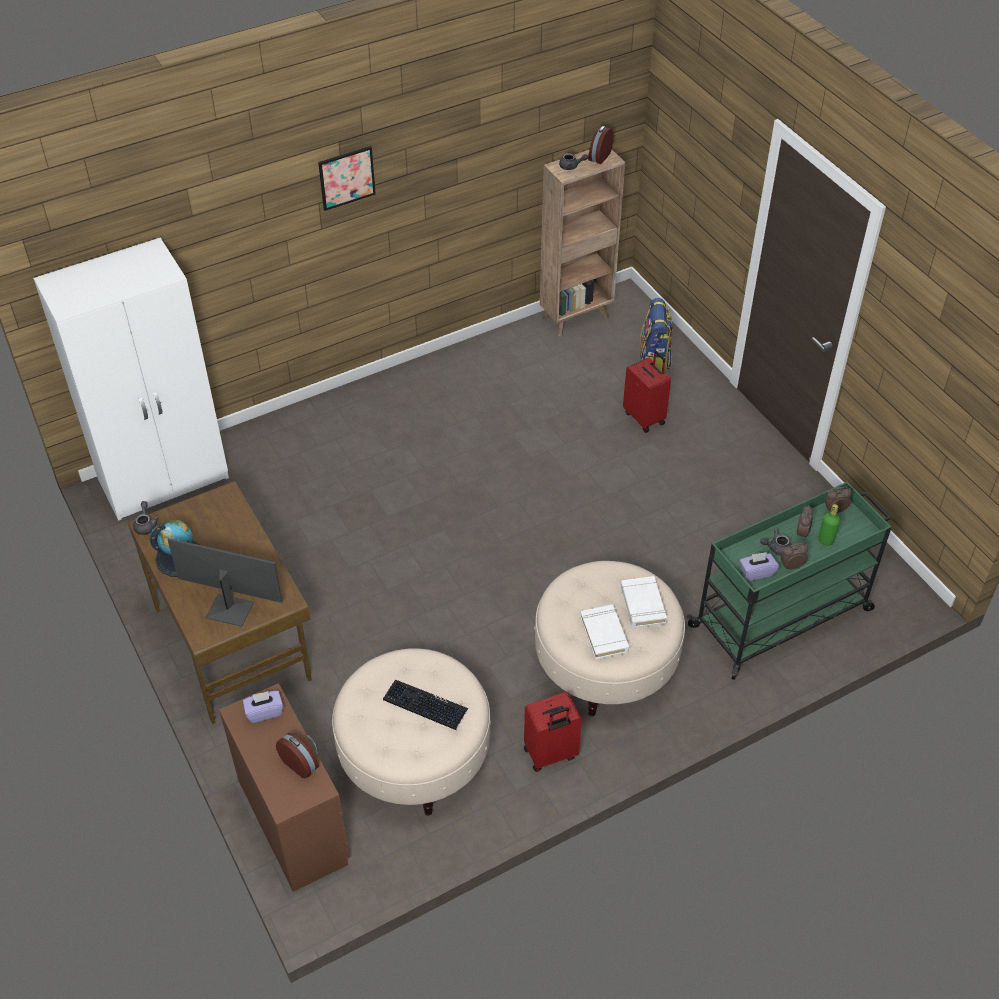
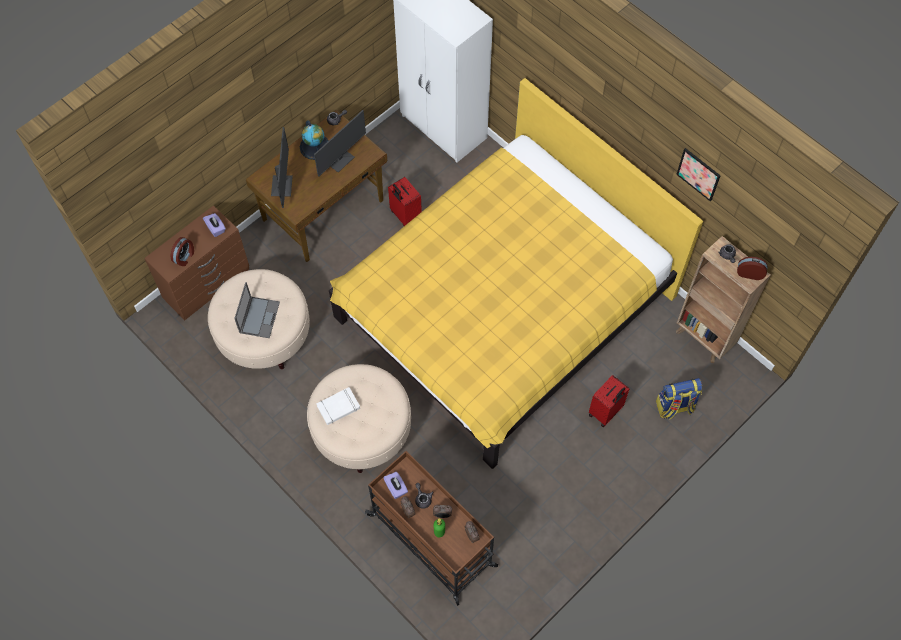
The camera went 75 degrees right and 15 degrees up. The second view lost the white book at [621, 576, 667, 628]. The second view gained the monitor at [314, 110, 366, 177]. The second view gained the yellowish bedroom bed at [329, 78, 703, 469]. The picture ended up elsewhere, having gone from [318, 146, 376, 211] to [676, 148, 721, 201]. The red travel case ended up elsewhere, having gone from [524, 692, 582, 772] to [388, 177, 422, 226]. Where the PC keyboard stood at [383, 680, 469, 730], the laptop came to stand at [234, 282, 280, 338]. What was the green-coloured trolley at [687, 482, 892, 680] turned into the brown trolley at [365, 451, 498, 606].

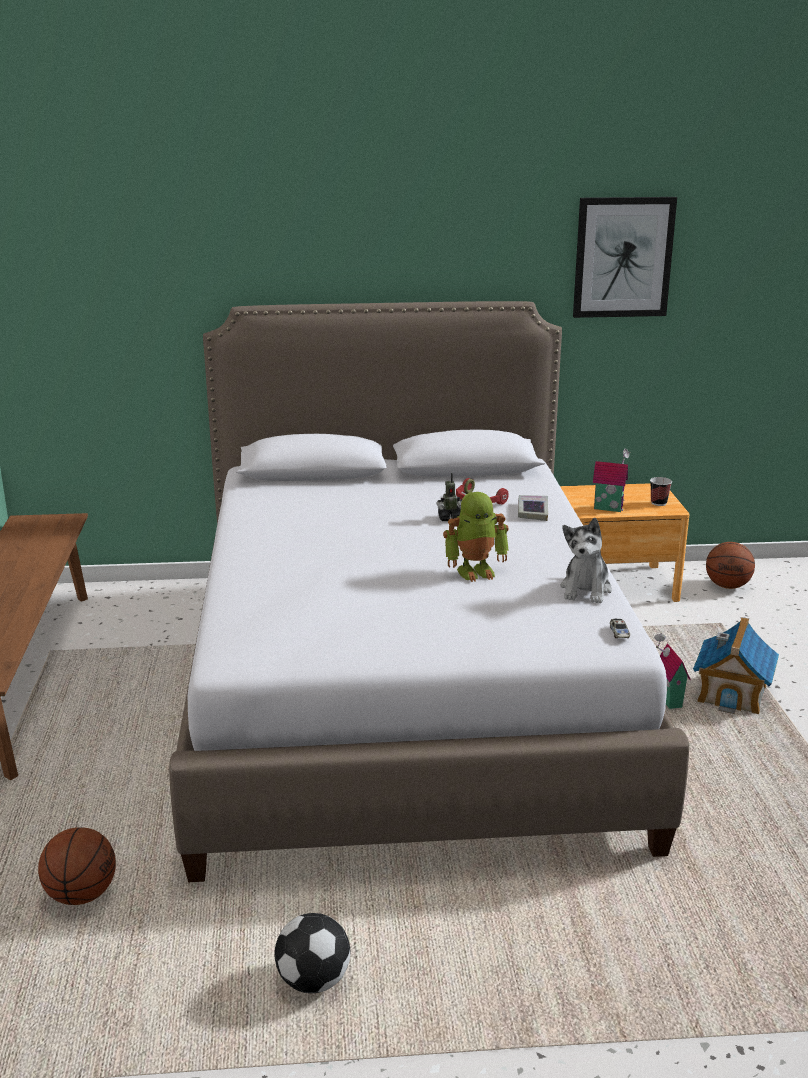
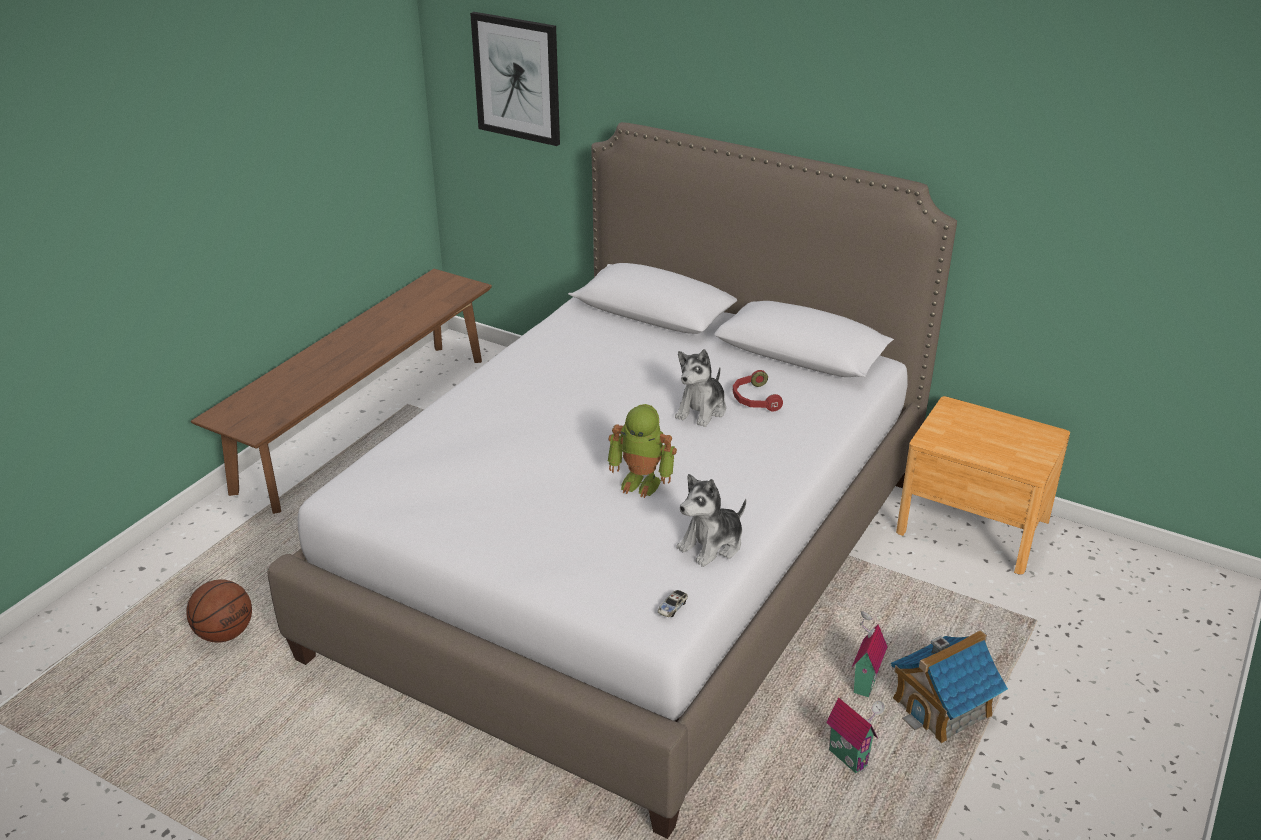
The camera went 35 degrees right and 10 degrees up. The second view lost the football at [274, 913, 350, 993]. The second view lost the book at [518, 495, 548, 521]. The second view lost the small cup at [650, 477, 672, 506]. The second view lost the basketball at [706, 542, 755, 589]. The picture ended up elsewhere, having gone from [573, 197, 677, 318] to [470, 12, 560, 146]. The model house ended up elsewhere, having gone from [593, 449, 631, 512] to [826, 697, 885, 773]. Where the toy robot stood at [437, 473, 462, 521], the plush toy came to stand at [675, 349, 726, 427].

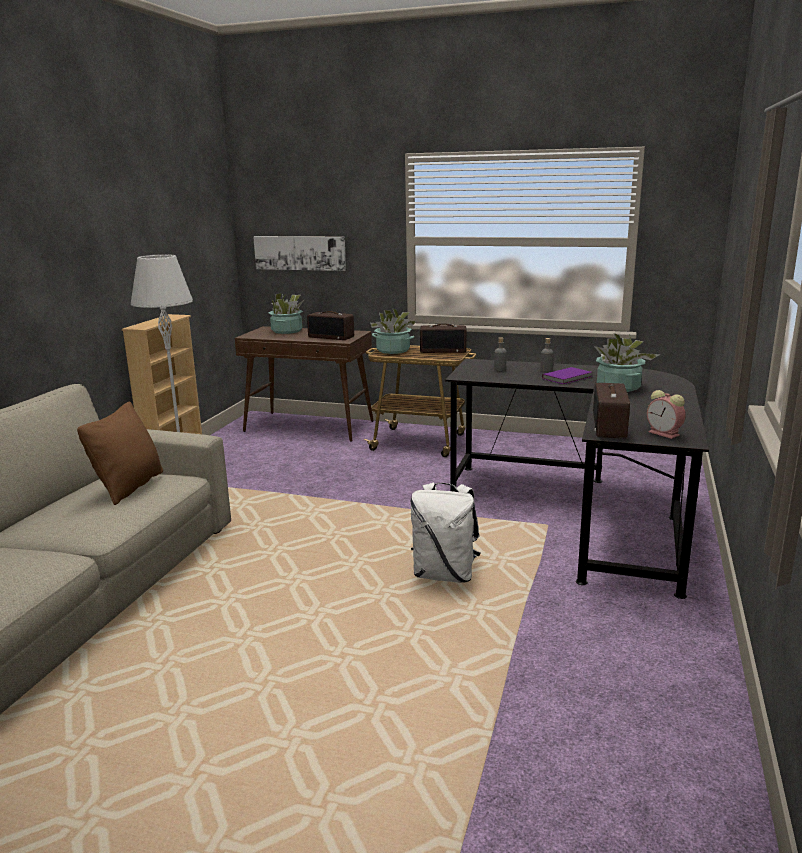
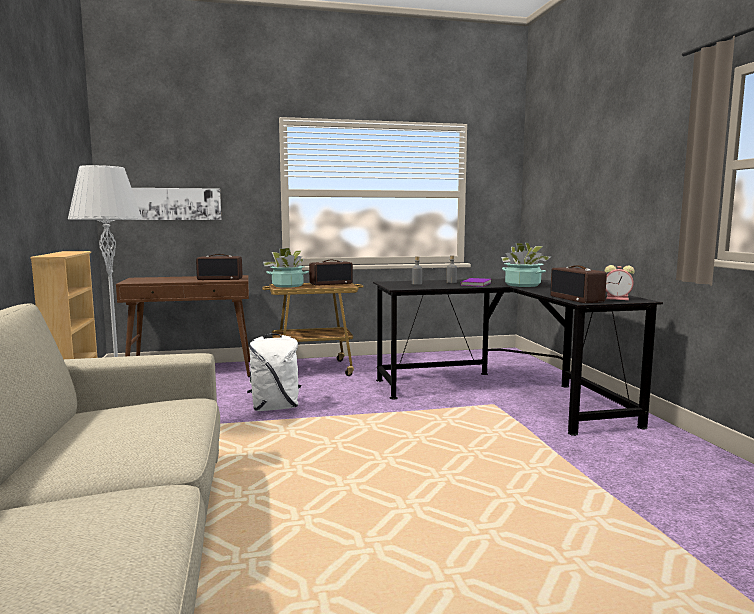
The camera went 30 degrees left and 10 degrees down. The second view lost the brown pillow at [77, 402, 163, 505]. The second view lost the potted plant at [269, 293, 305, 334]. The white rucksack ended up elsewhere, having gone from [410, 482, 480, 583] to [247, 333, 301, 411].

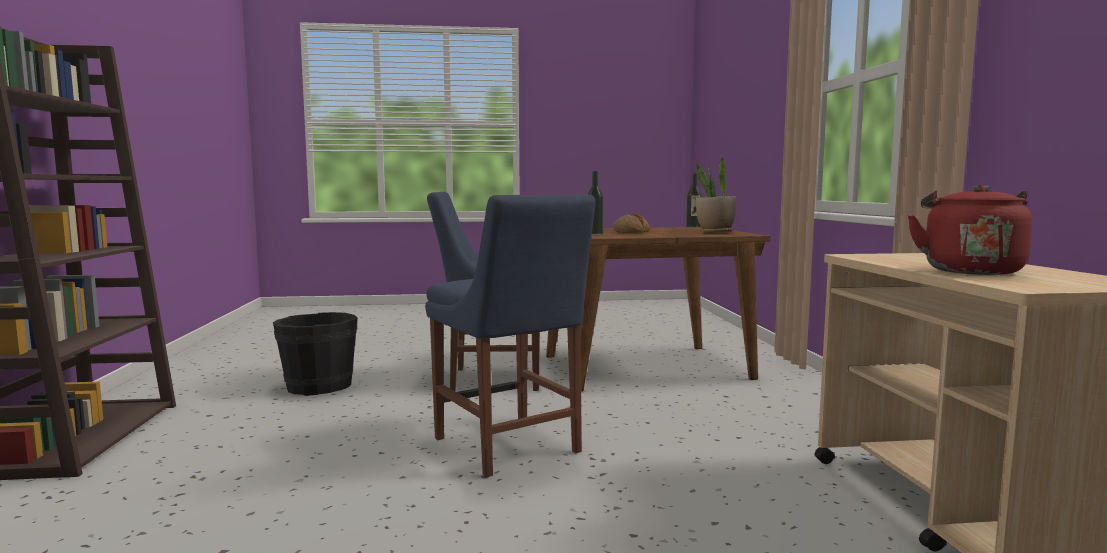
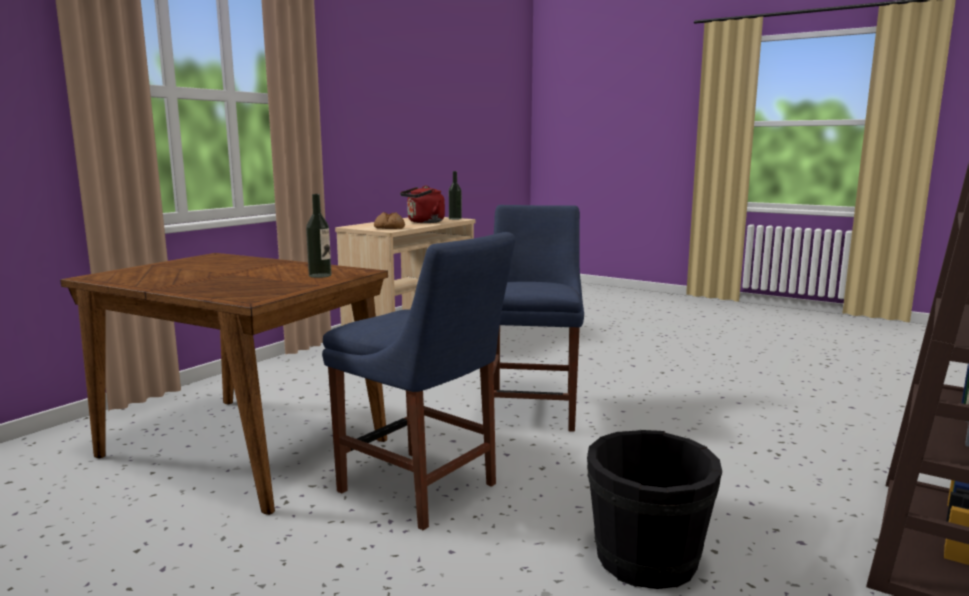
The camera went 140 degrees left and 5 degrees up. The second view lost the potted plant at [696, 157, 736, 233]. The bakery bread ended up elsewhere, having gone from [613, 214, 650, 233] to [374, 212, 405, 229]. The drink bottle ended up elsewhere, having gone from [686, 173, 702, 228] to [449, 171, 462, 220].

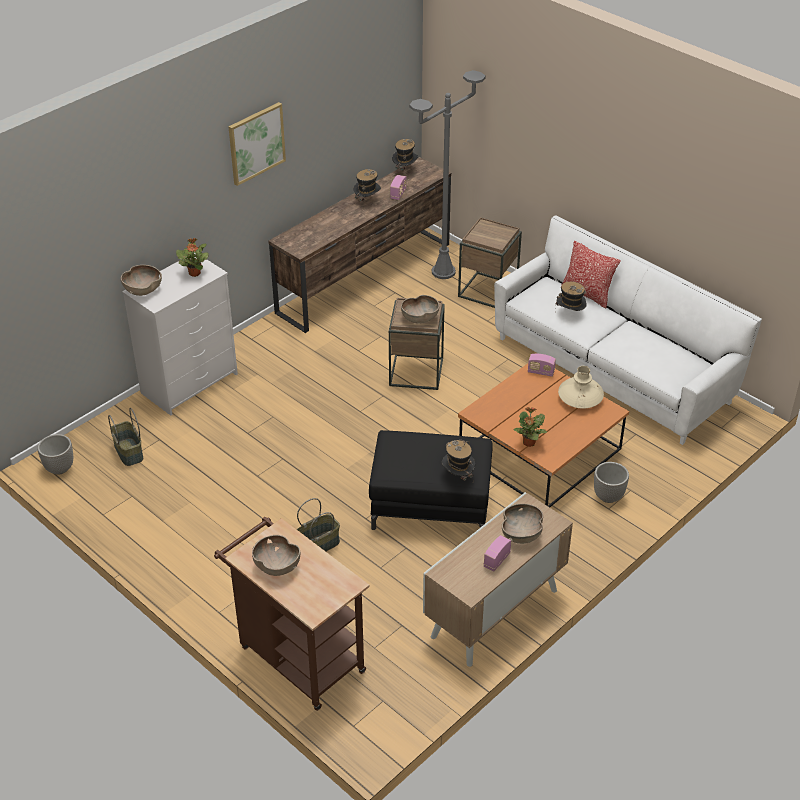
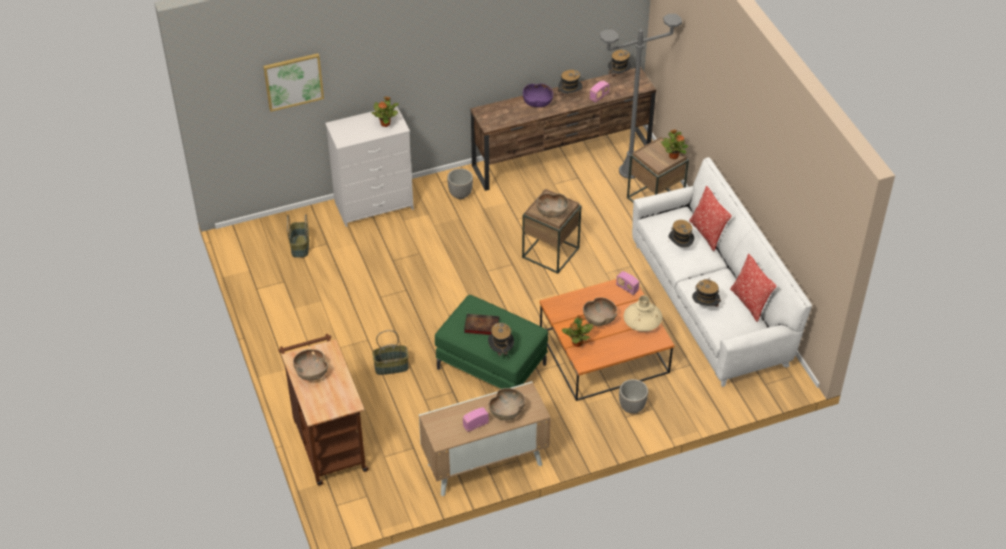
The camera went 25 degrees right and 5 degrees up. The second view gained the book at [464, 314, 499, 335]. The second view gained the purple-coloured bowl at [523, 83, 553, 107]. The second view gained the potted plant at [661, 129, 688, 159]. The second view gained the clothing hat at [692, 278, 721, 307]. The second view gained the pillow at [730, 254, 777, 322]. The plant pot ended up elsewhere, having gone from [37, 434, 73, 475] to [447, 168, 473, 199]. The brown bowl ended up elsewhere, having gone from [121, 265, 162, 296] to [583, 297, 617, 326]. The picture ended up elsewhere, having gone from [228, 102, 286, 186] to [263, 53, 324, 112]. What was the blackish ottoman at [369, 430, 493, 530] turned into the green-coloured ottoman at [435, 295, 548, 389].

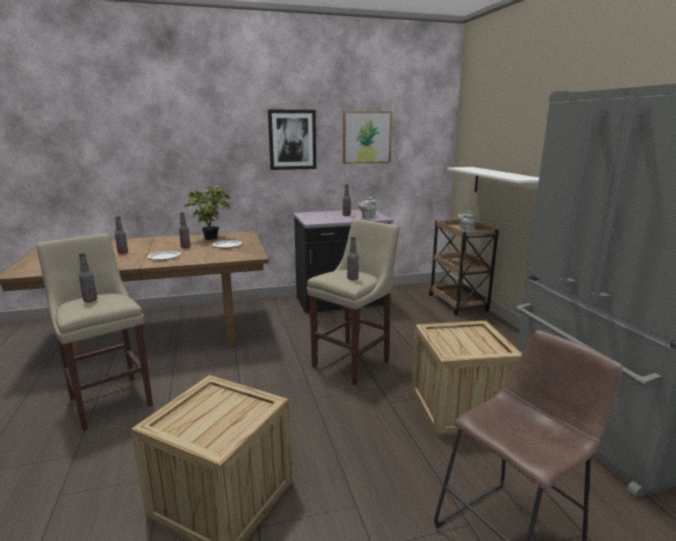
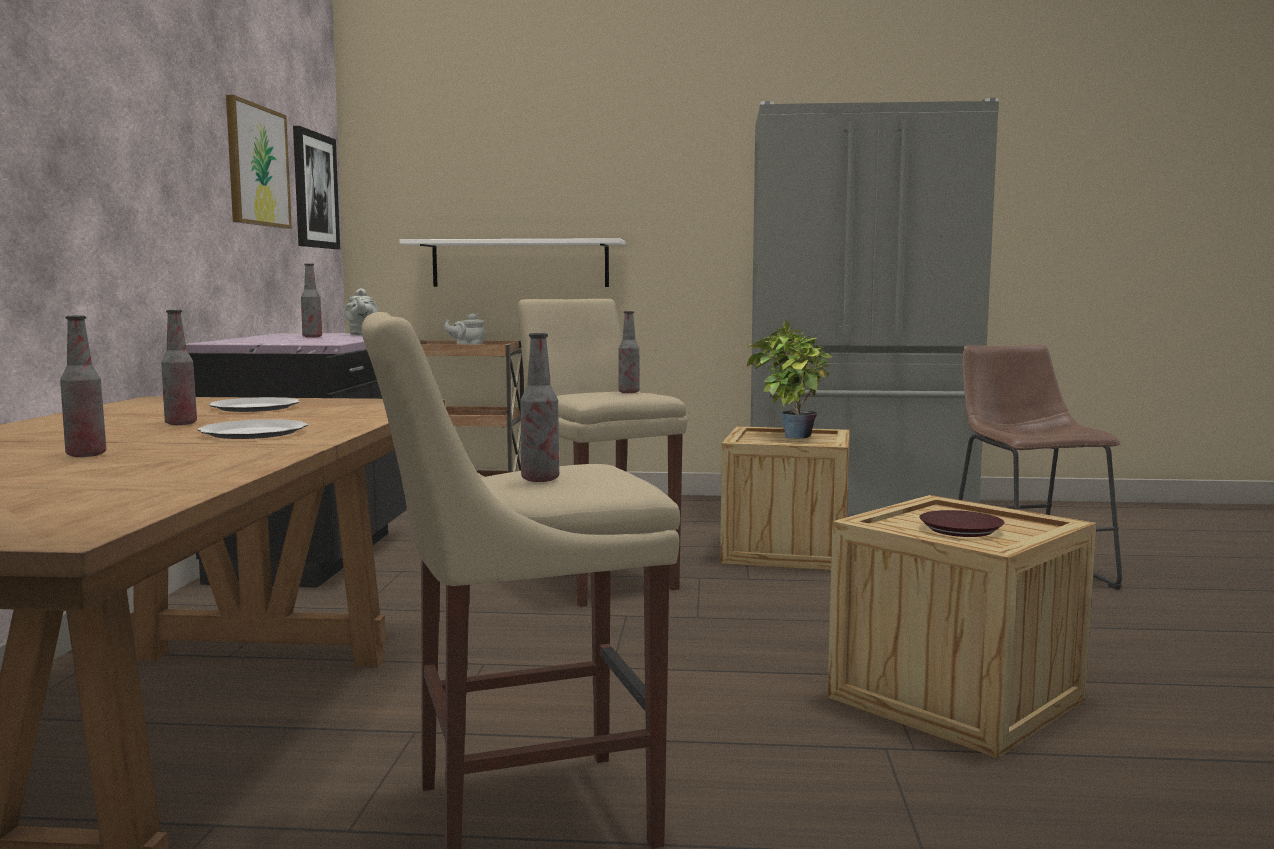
The camera went 70 degrees left and 10 degrees down. The second view gained the brown flat dish at [919, 510, 1004, 537]. The potted plant ended up elsewhere, having gone from [184, 184, 231, 240] to [746, 320, 832, 439]. The picture ended up elsewhere, having gone from [268, 109, 316, 170] to [293, 126, 340, 249].

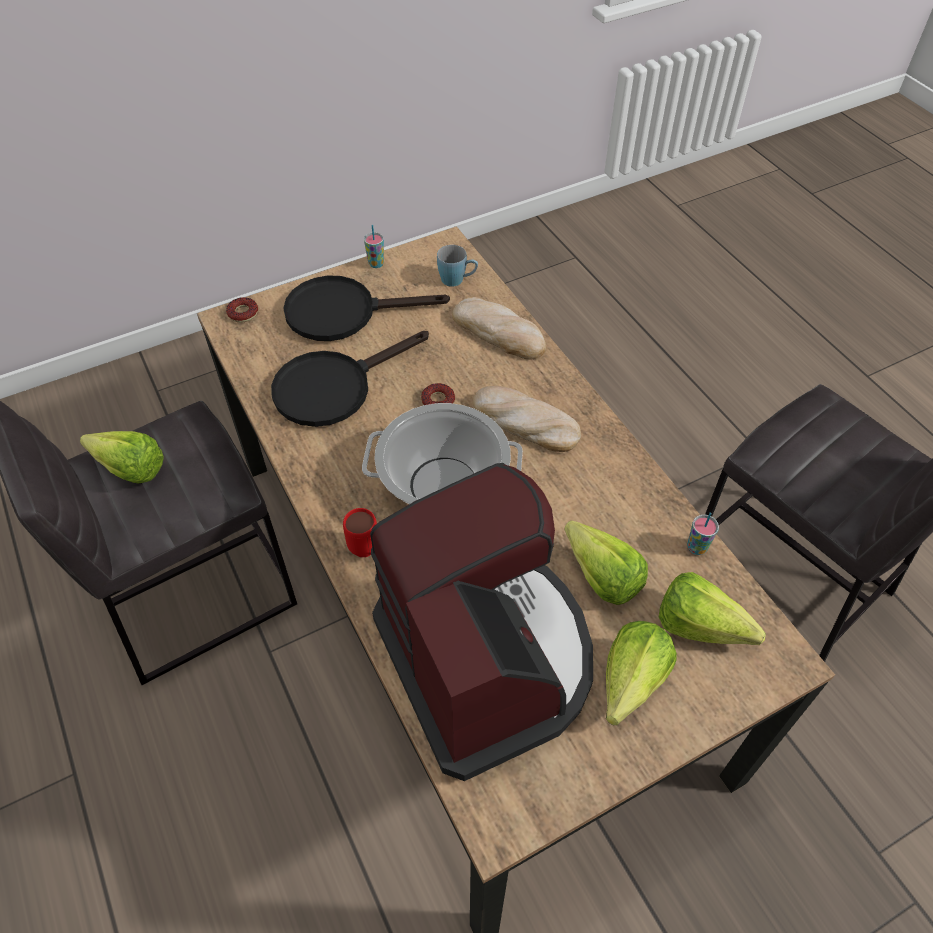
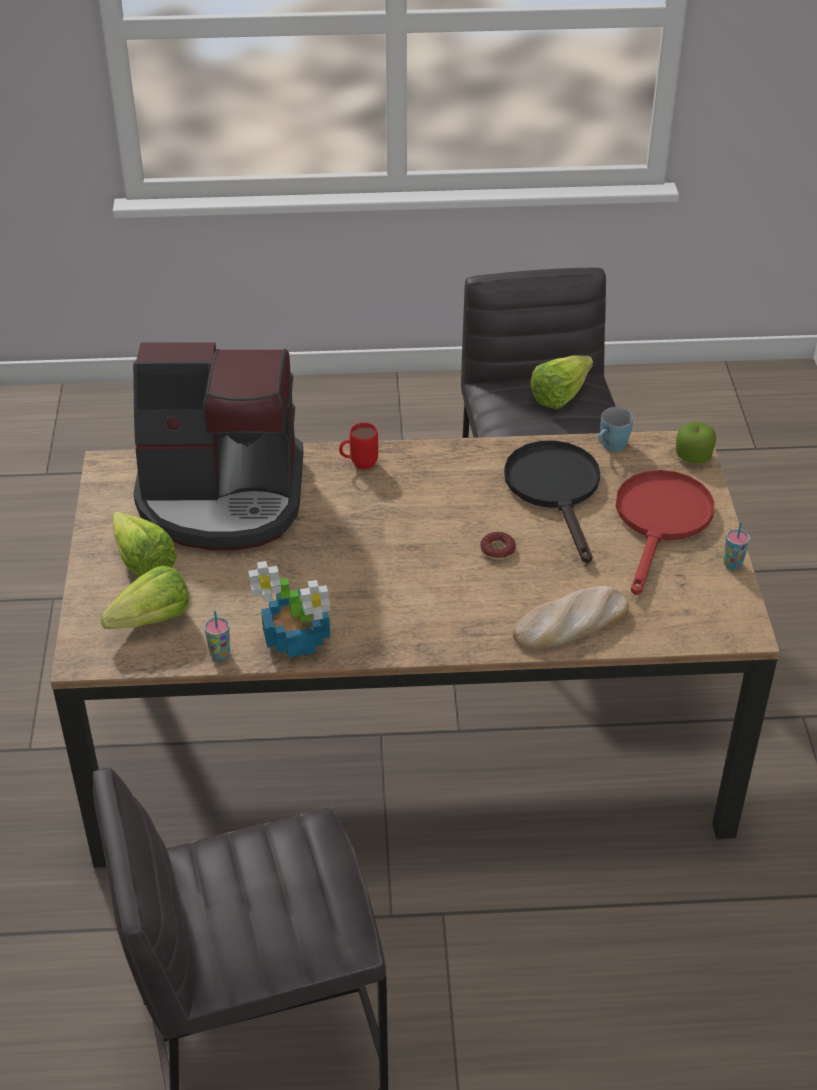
The camera went 115 degrees right and 10 degrees down. The second view lost the stockpot at [362, 403, 523, 504]. The second view lost the bakery bread at [473, 386, 581, 452]. The second view lost the head of lettuce at [564, 520, 648, 605]. The second view gained the potted plant at [248, 561, 330, 657]. The blue-coloured coffee mug ended up elsewhere, having gone from [437, 245, 478, 287] to [598, 407, 633, 451]. Where the donut stood at [226, 297, 258, 322], the apple fruit came to stand at [676, 421, 716, 464]. What was the blackish skillet at [283, 275, 450, 341] turned into the red skillet at [616, 470, 714, 595].

